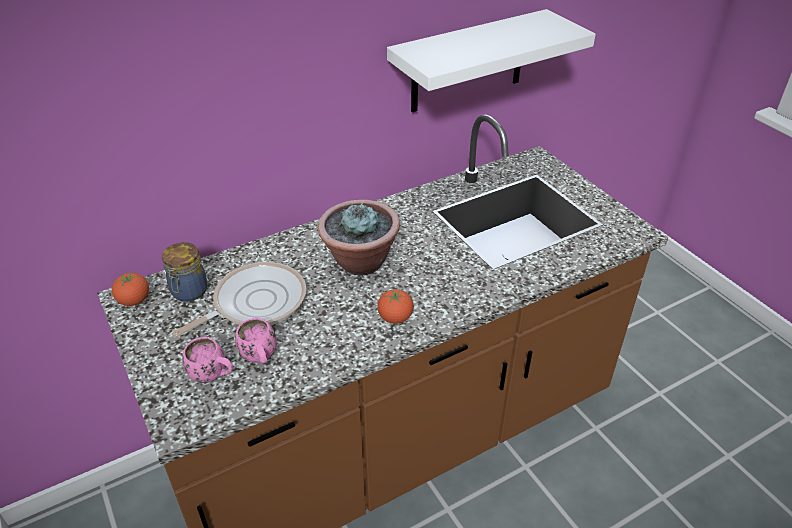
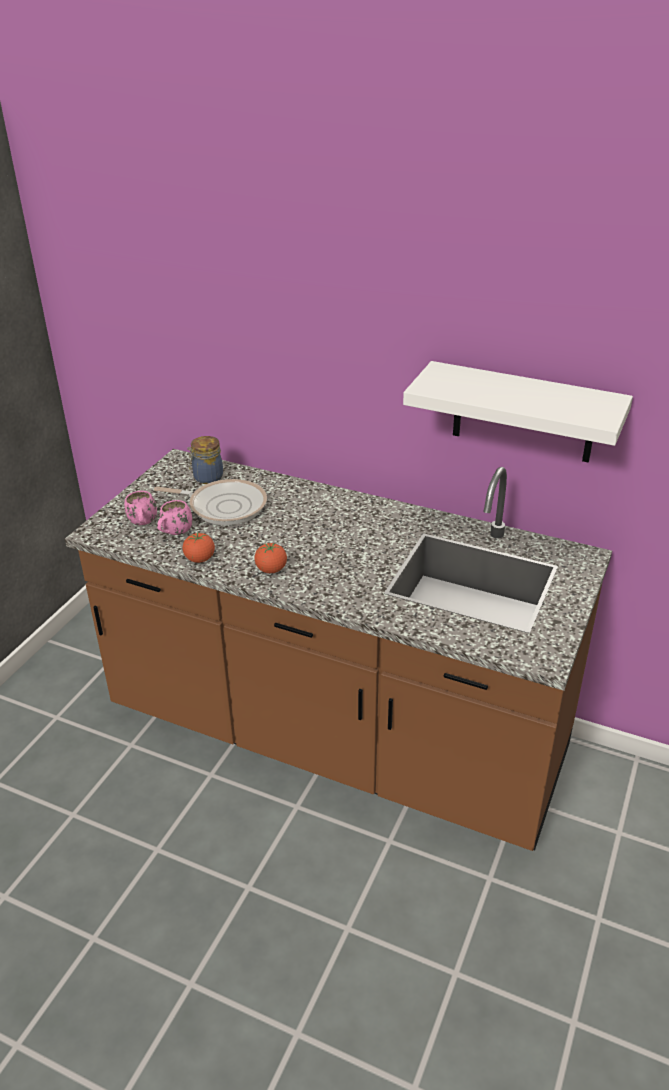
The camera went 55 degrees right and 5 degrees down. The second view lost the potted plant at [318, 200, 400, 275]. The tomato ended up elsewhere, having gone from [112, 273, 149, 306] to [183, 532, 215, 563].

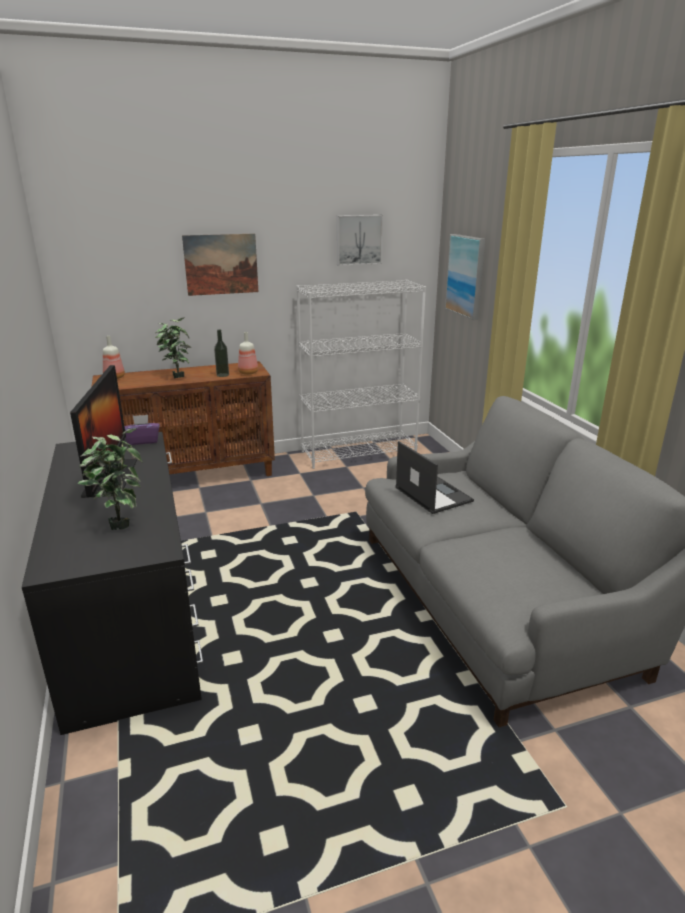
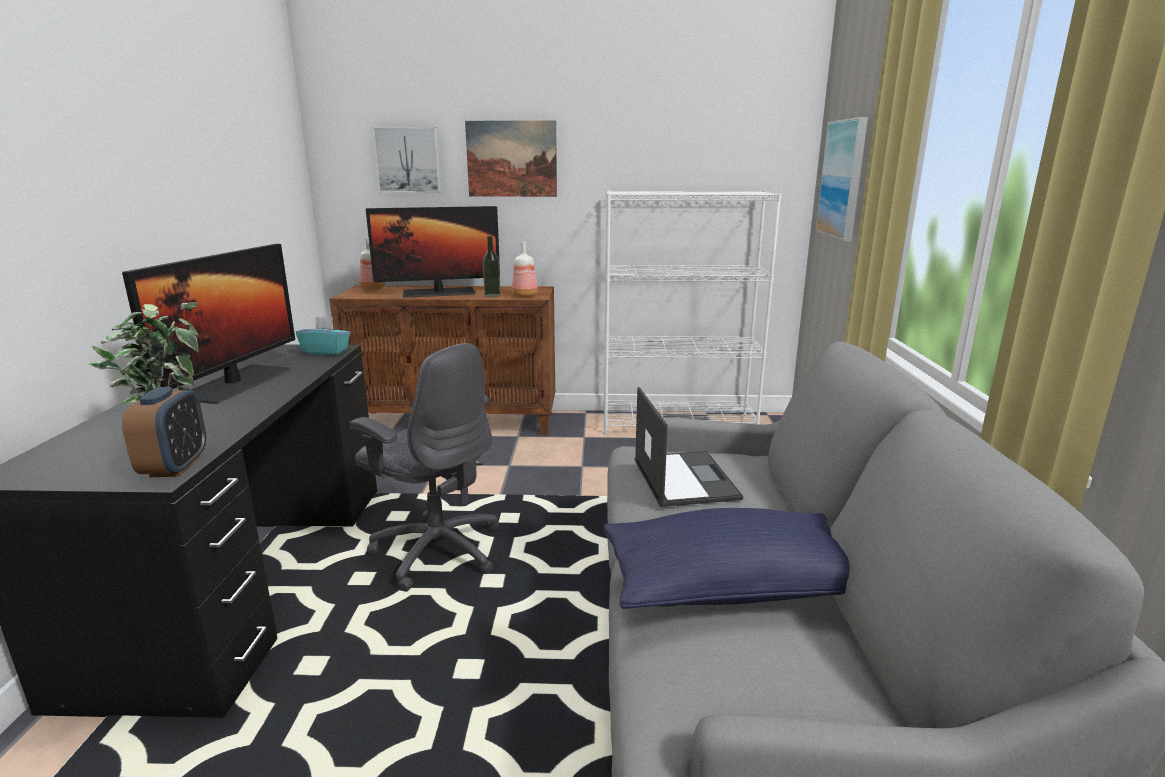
The camera went 20 degrees right and 5 degrees down. The second view gained the alarm clock at [122, 387, 206, 477]. The second view gained the gray office chair at [349, 343, 499, 592]. The second view gained the blue-coloured pillow at [603, 508, 850, 609]. The picture ended up elsewhere, having gone from [337, 215, 383, 266] to [373, 127, 441, 193]. Where the potted plant stood at [155, 317, 191, 378], the monitor came to stand at [366, 206, 500, 298]. What was the purple-coloured tissue holder at [125, 415, 160, 445] turned into the turquoise tissue holder at [296, 317, 350, 355].

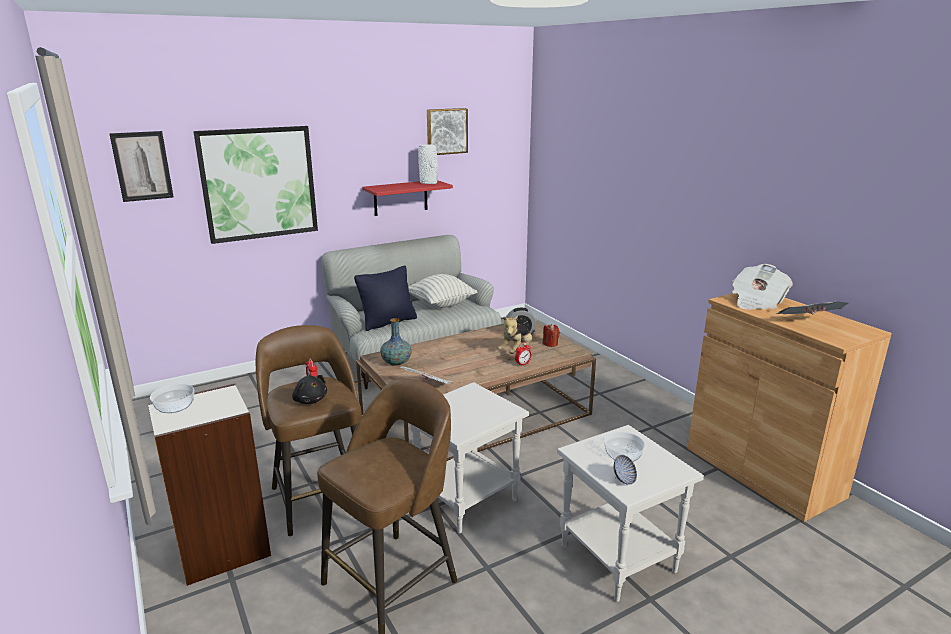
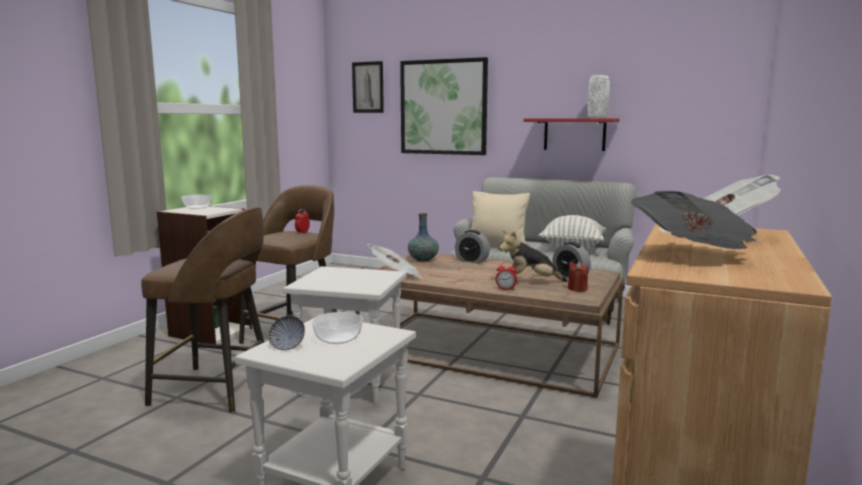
The camera went 55 degrees right and 10 degrees down. The second view lost the blackish plush toy at [292, 375, 327, 404]. The second view lost the picture at [427, 108, 468, 155]. The second view gained the alarm clock at [455, 230, 490, 264]. What was the blackish pillow at [354, 266, 417, 331] turned into the beige-coloured pillow at [471, 191, 530, 248].

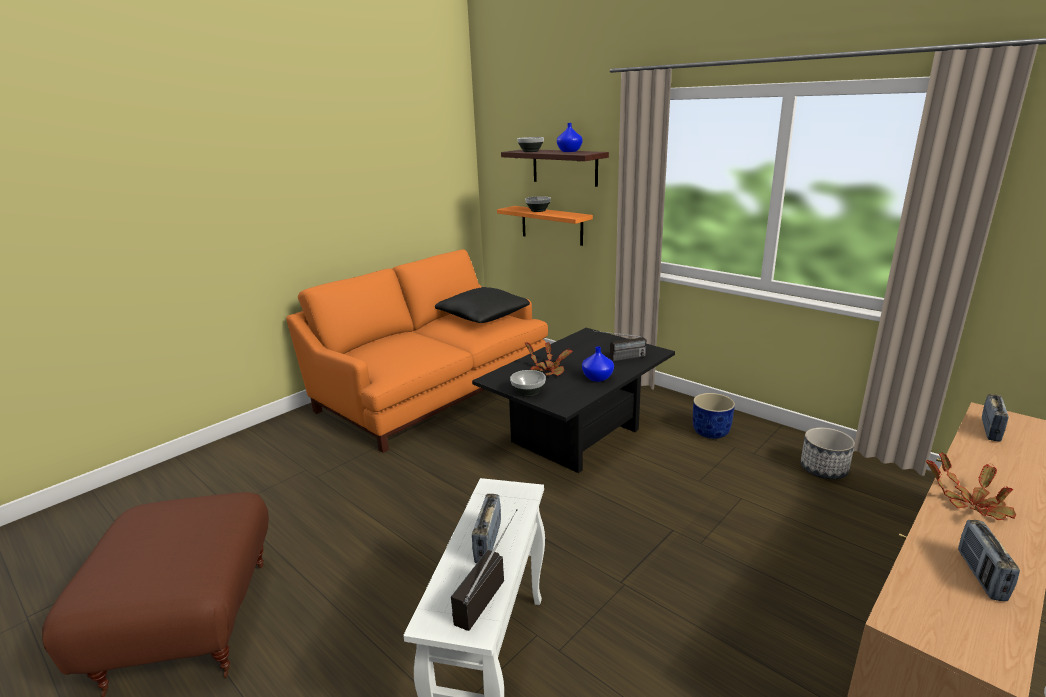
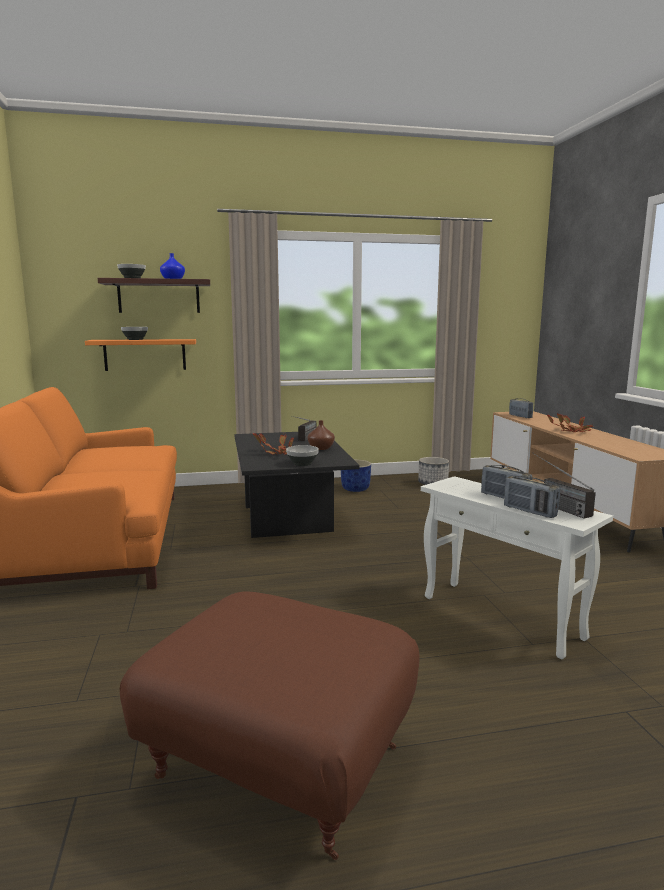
The camera went 55 degrees left and 10 degrees down. The second view lost the blackish pillow at [435, 287, 530, 323]. The radio set ended up elsewhere, having gone from [958, 520, 1020, 601] to [504, 476, 560, 518]. What was the blue-coloured vase at [582, 347, 614, 382] turned into the brown vase at [307, 420, 335, 450].

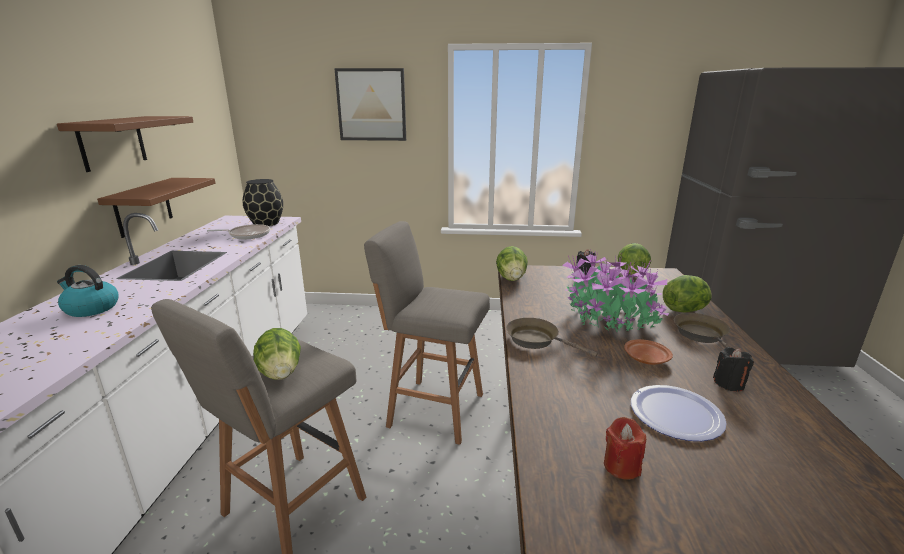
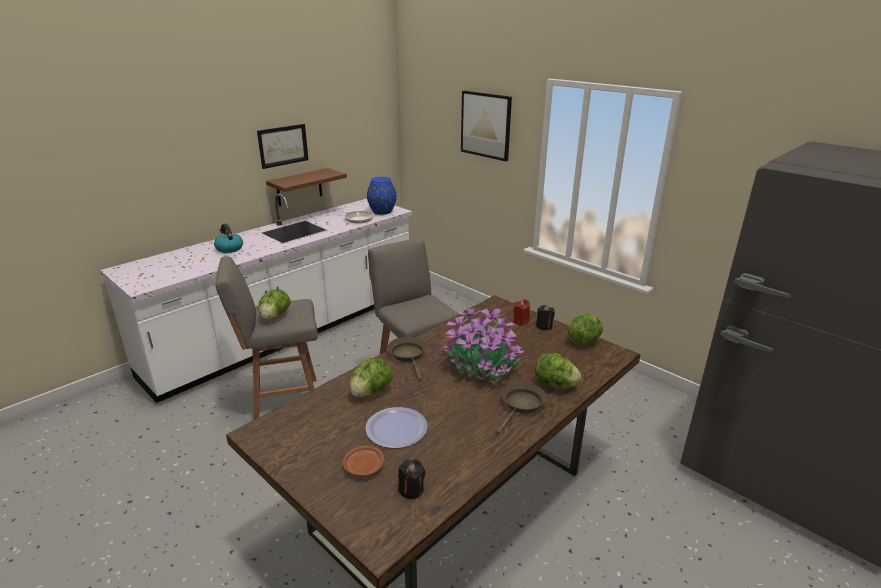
The camera went 40 degrees right and 5 degrees up. The head of lettuce ended up elsewhere, having gone from [496, 246, 528, 281] to [350, 358, 393, 397]. The red candle ended up elsewhere, having gone from [604, 417, 646, 480] to [513, 299, 530, 325]. The brown flat dish ended up elsewhere, having gone from [624, 339, 673, 365] to [343, 445, 384, 476]. The blackish candle ended up elsewhere, having gone from [713, 347, 754, 391] to [398, 459, 425, 499]. Where the brown wall shelf hung at [57, 116, 193, 172], the picture came to hang at [257, 124, 309, 169]. What was the blackish vase at [243, 179, 283, 226] turned into the blue-coloured vase at [367, 177, 396, 215].

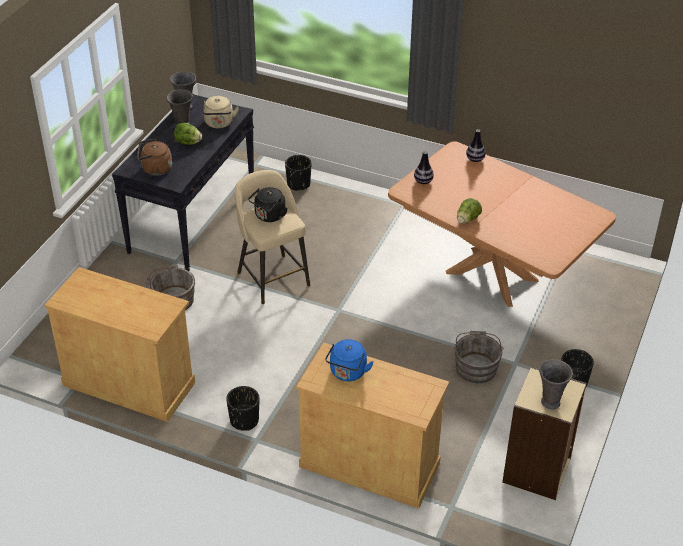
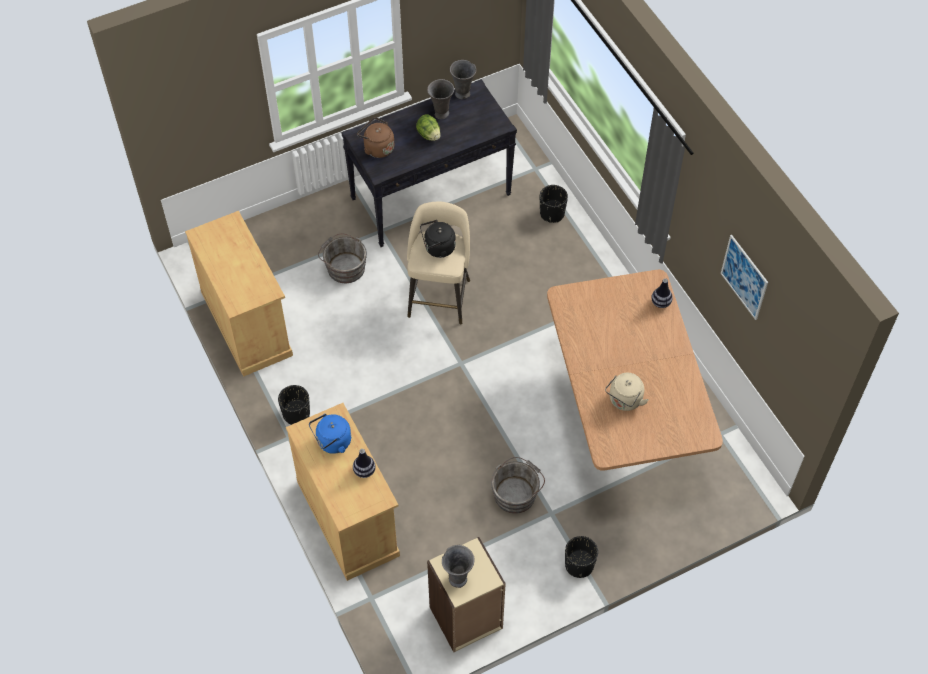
The camera went 40 degrees right and 15 degrees up. The second view lost the head of lettuce at [457, 198, 482, 223]. The second view gained the picture at [721, 235, 768, 320]. The beige-coloured kettle ended up elsewhere, having gone from [203, 96, 239, 128] to [605, 373, 649, 411]. The vase ended up elsewhere, having gone from [414, 151, 434, 184] to [353, 449, 376, 478].

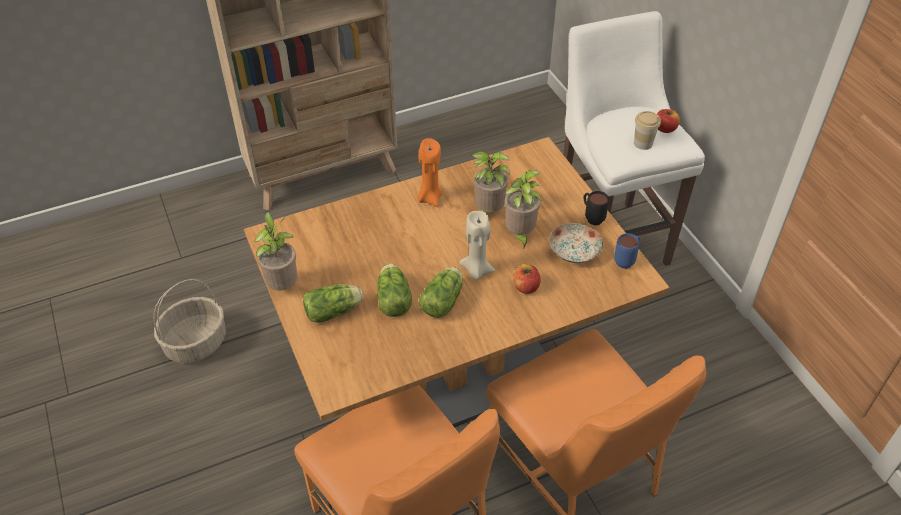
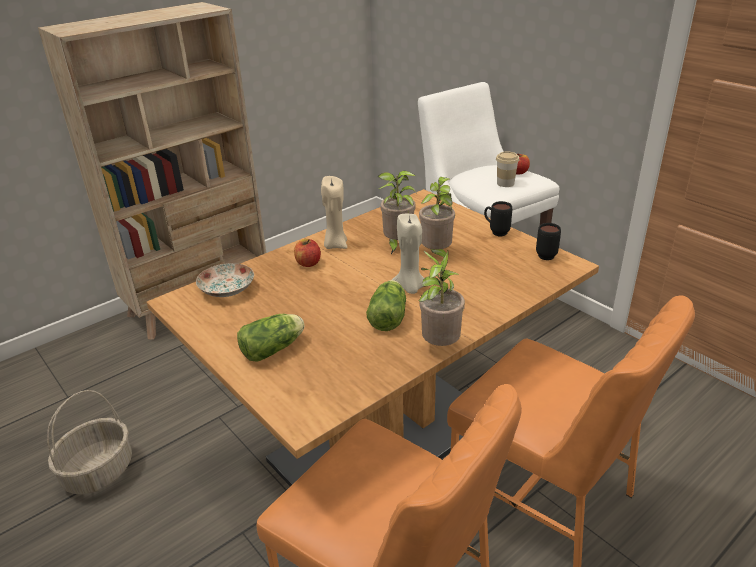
The camera went 15 degrees left and 15 degrees down. The second view lost the head of lettuce at [377, 264, 412, 317]. The potted plant ended up elsewhere, having gone from [254, 212, 297, 290] to [419, 251, 465, 346]. The apple fruit ended up elsewhere, having gone from [513, 264, 541, 294] to [294, 239, 321, 267]. The flat dish ended up elsewhere, having gone from [549, 223, 604, 263] to [196, 263, 254, 297]. What was the orange candle at [418, 138, 443, 207] turned into the beige-coloured candle at [321, 176, 348, 249]. What was the blue-coloured coffee mug at [614, 233, 640, 269] turned into the blackish coffee mug at [536, 223, 561, 260].

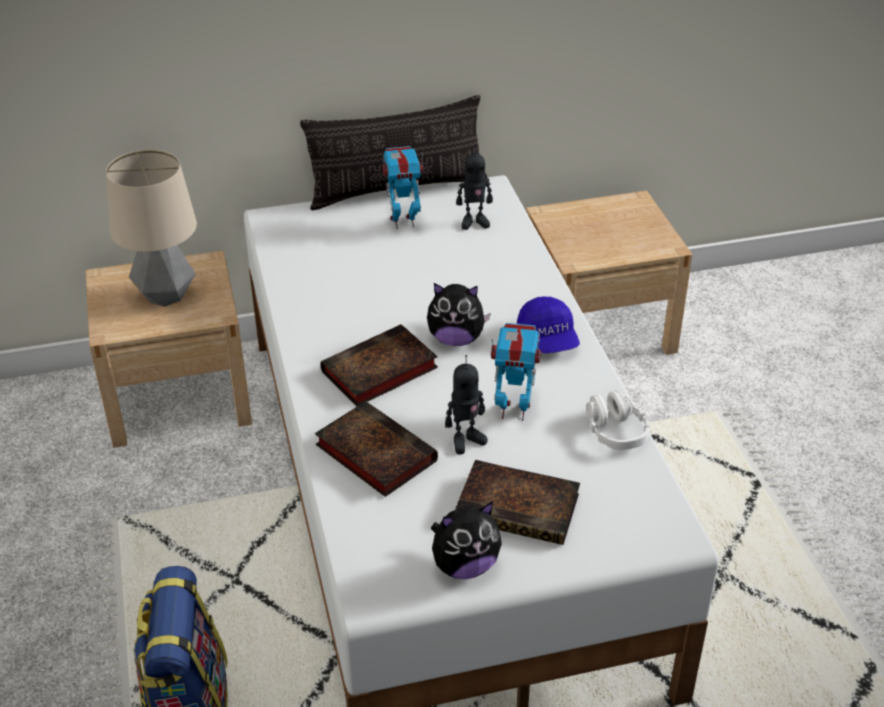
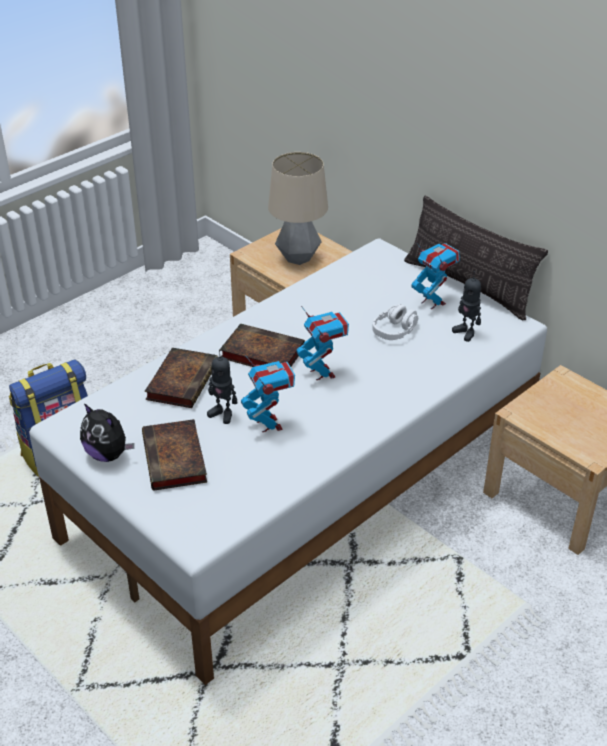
The camera went 60 degrees right and 0 degrees up. The second view lost the blue-coloured peaked cap at [517, 296, 580, 353]. The white headset ended up elsewhere, having gone from [586, 390, 649, 450] to [372, 304, 418, 340]. Where the plush toy stood at [427, 283, 491, 346], the toy robot came to stand at [296, 306, 349, 380].

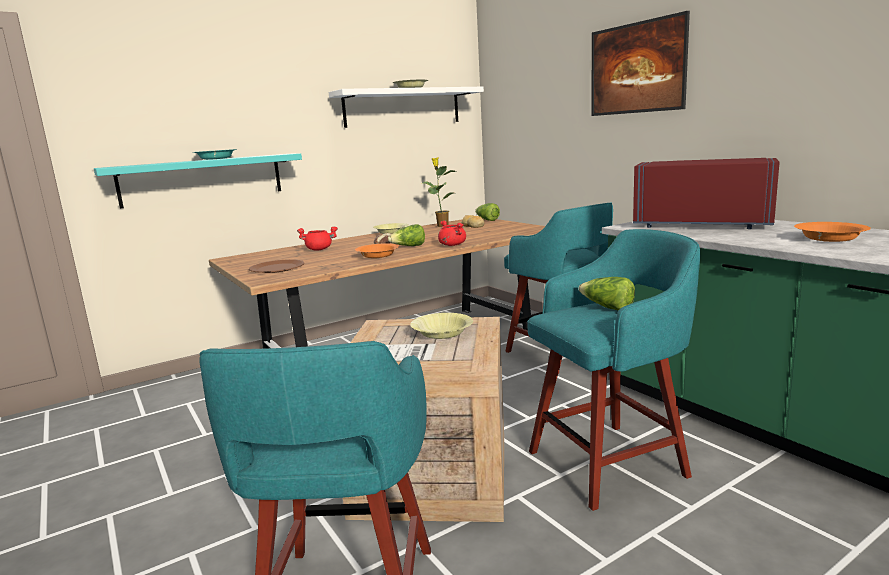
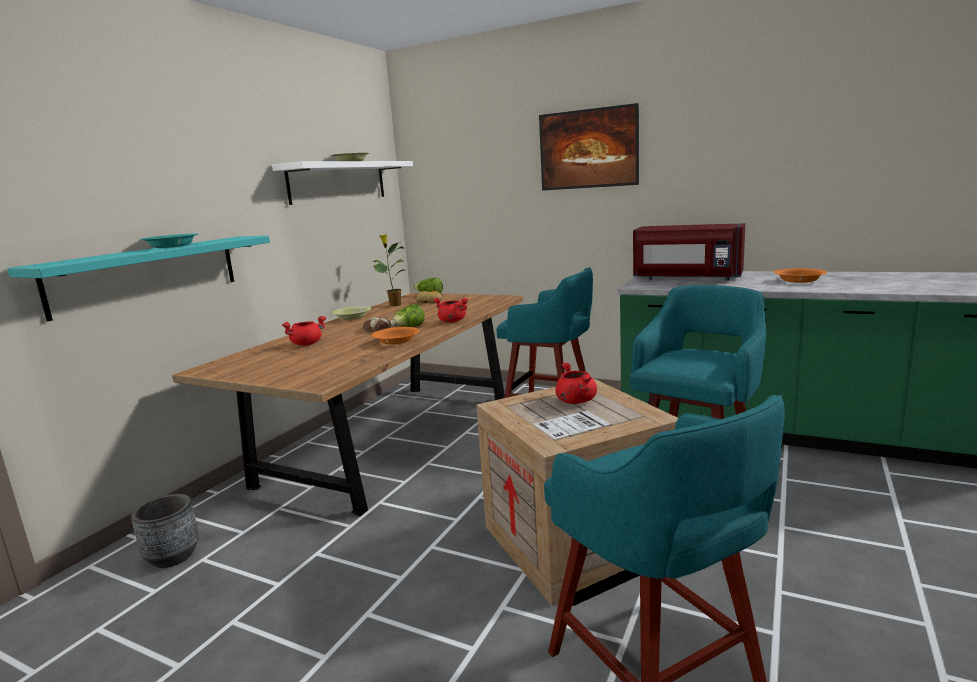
The camera went 30 degrees left and 0 degrees up. The second view lost the brown flat dish at [249, 259, 304, 273]. The second view lost the head of lettuce at [579, 277, 635, 311]. The second view gained the gray plant pot at [131, 494, 199, 568]. Where the yellowish bowl stood at [410, 313, 473, 339], the red stockpot came to stand at [556, 363, 597, 404]. The red microwave at [633, 158, 780, 229] ended up facing another way, 150 degrees counterclockwise from before.

